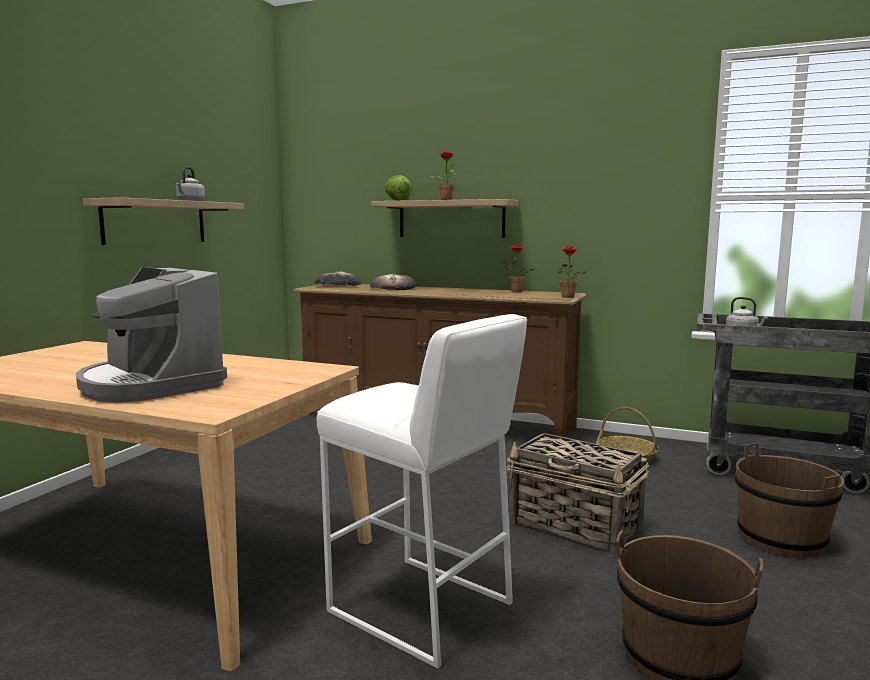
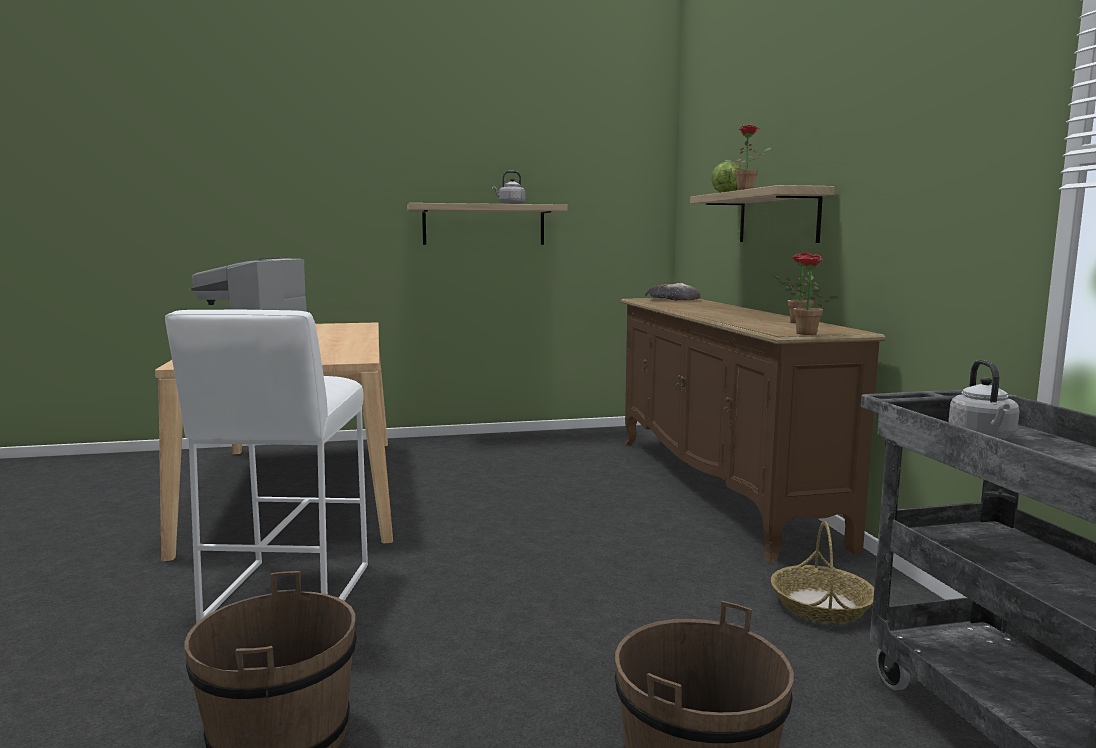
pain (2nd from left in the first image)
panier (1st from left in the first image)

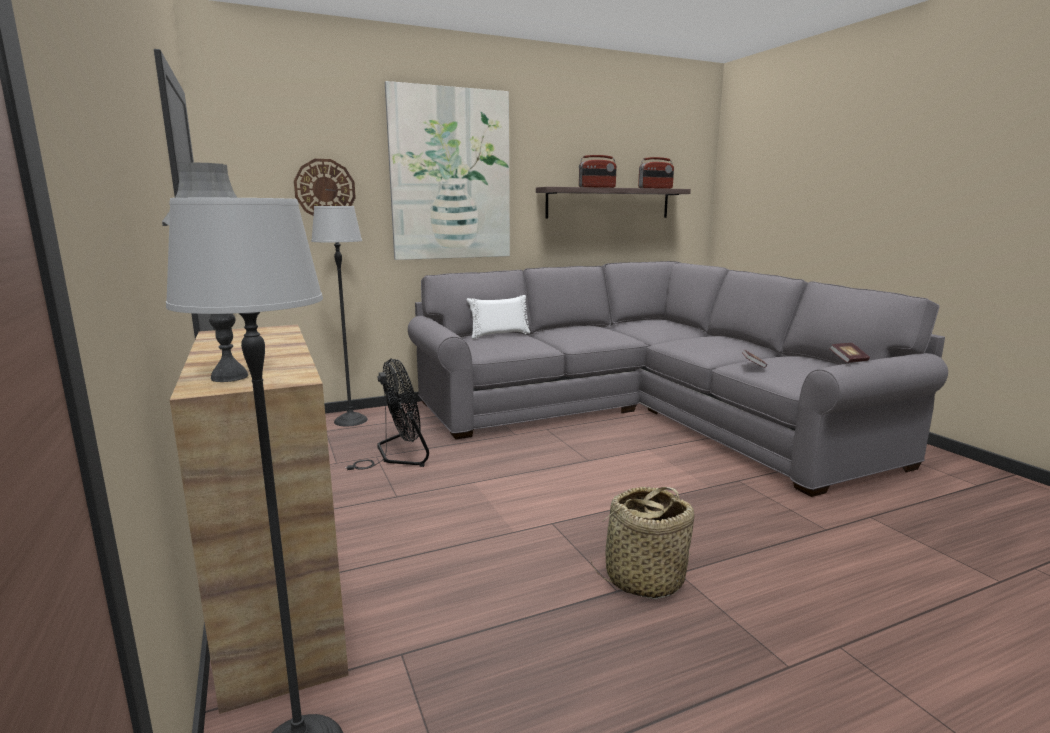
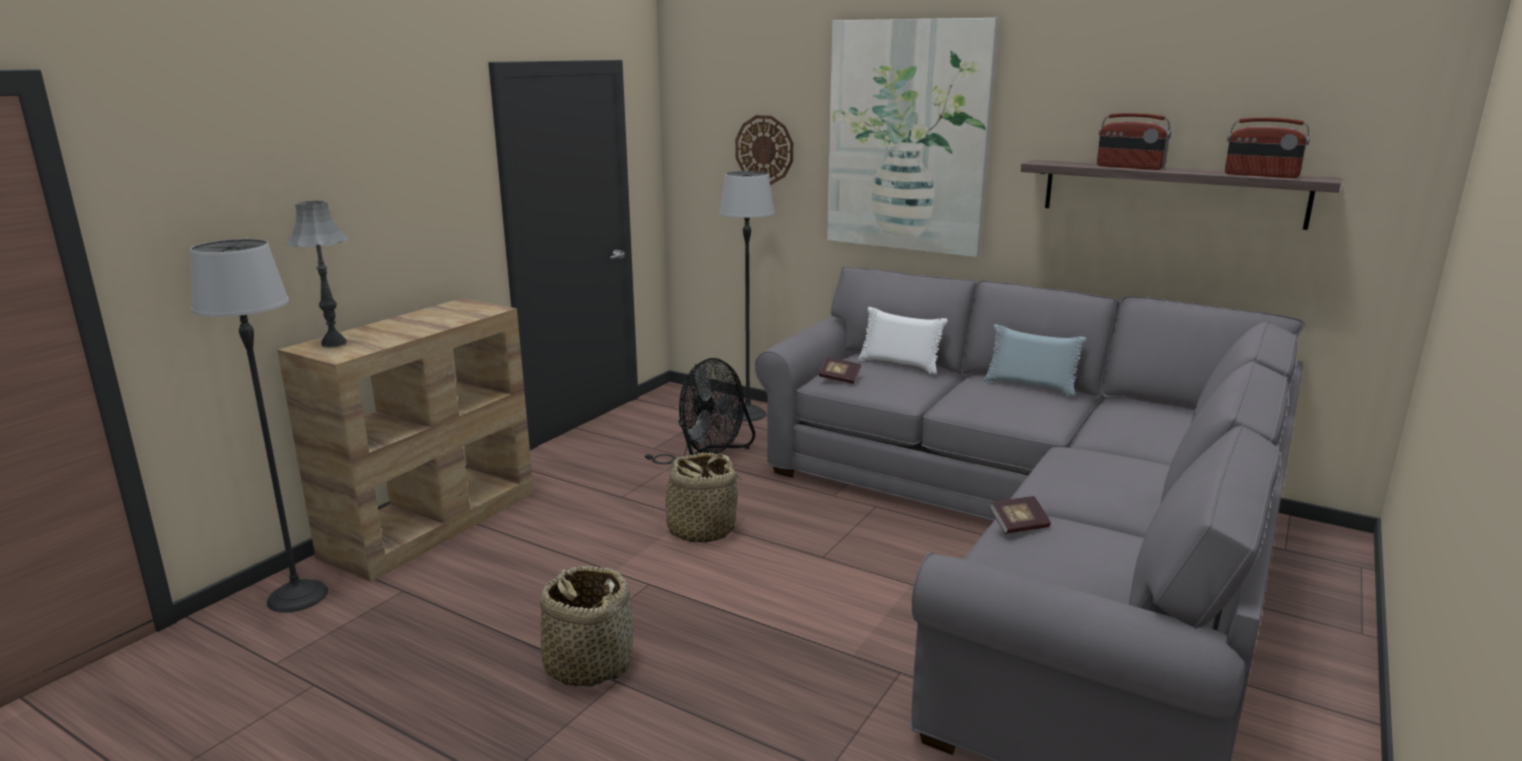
panier (2nd from left)
livre (1st from left)
coussin (bleu)

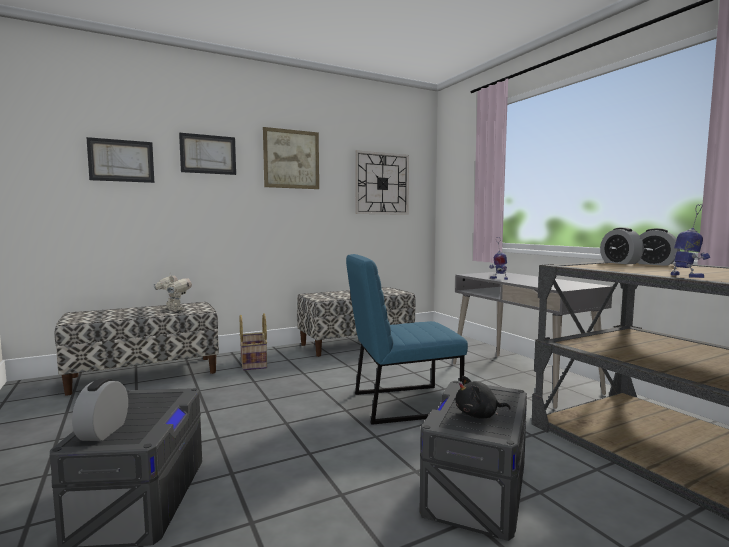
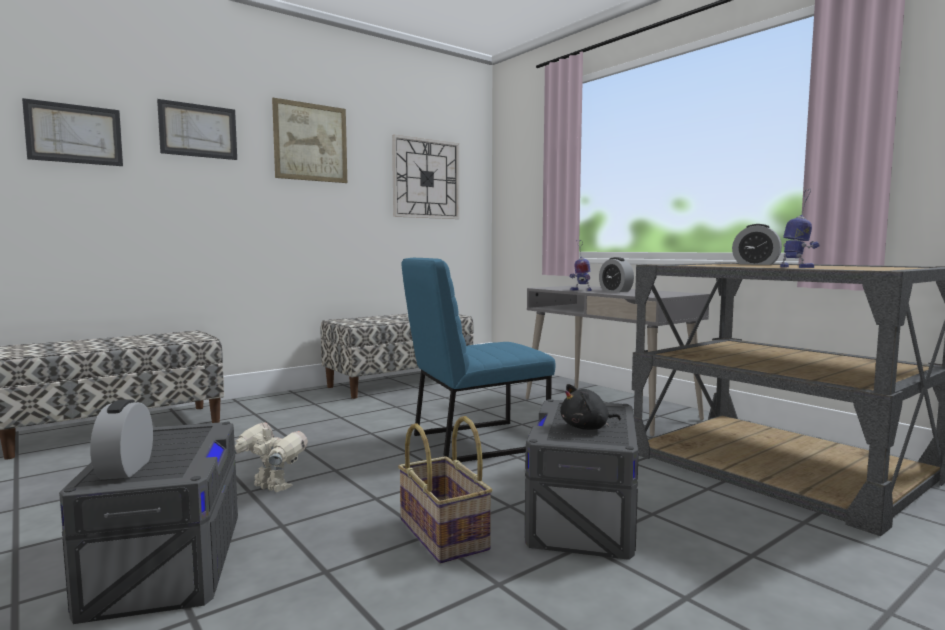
robot jouet (1st from left)
panier
réveil (2nd from left)

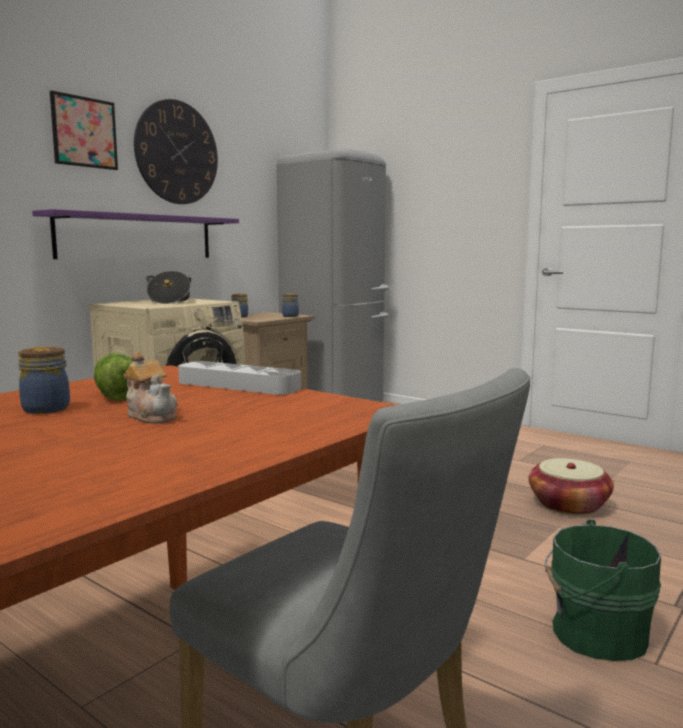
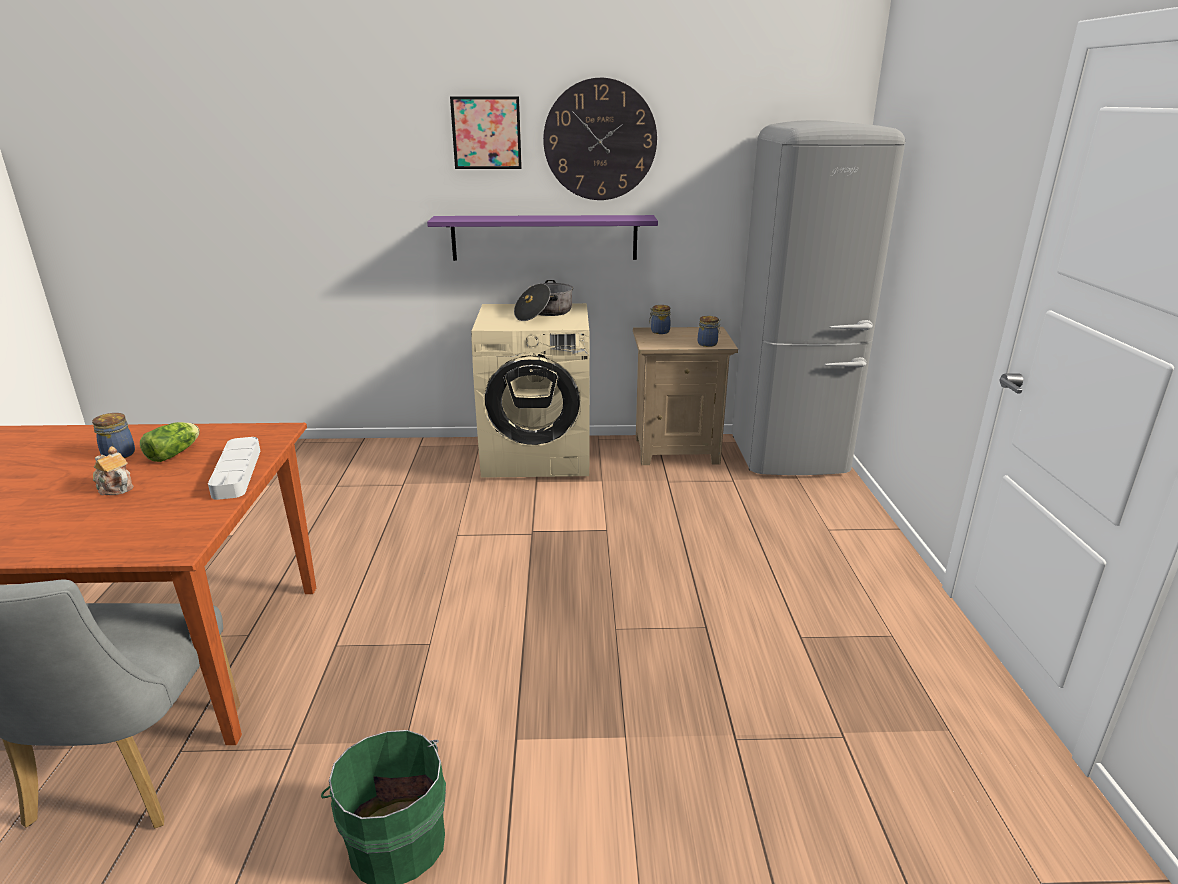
théière
panier

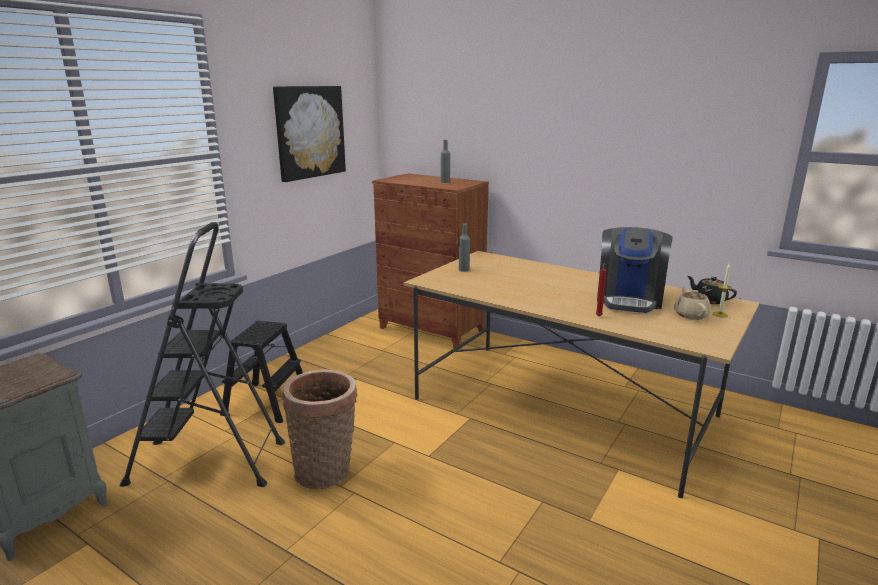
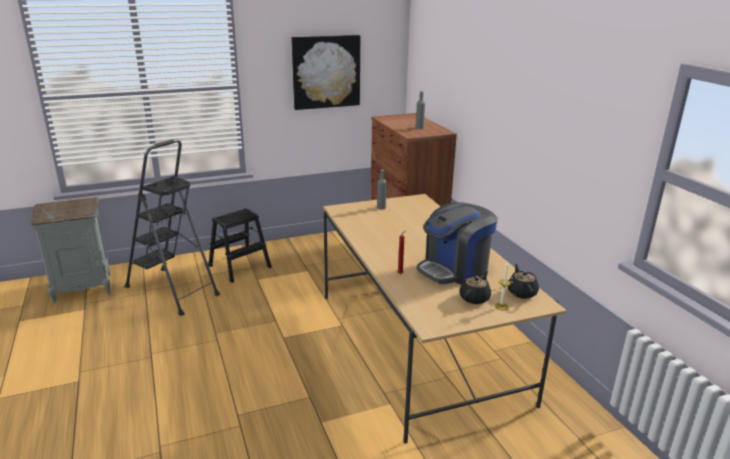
théière (noir) (1st from left)
panier

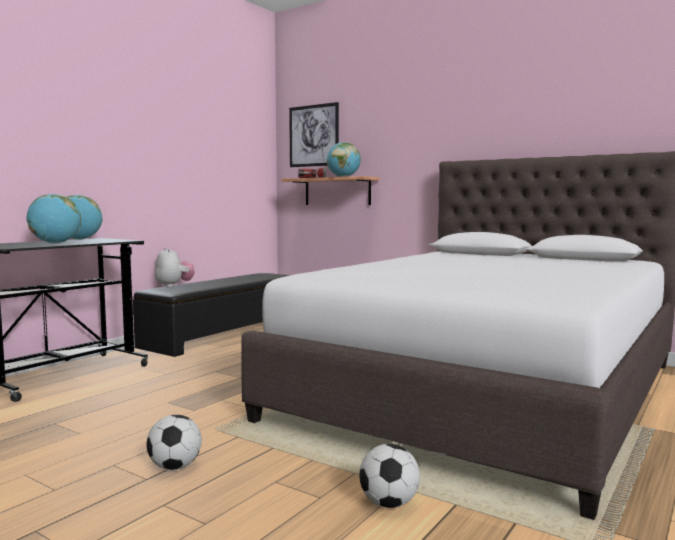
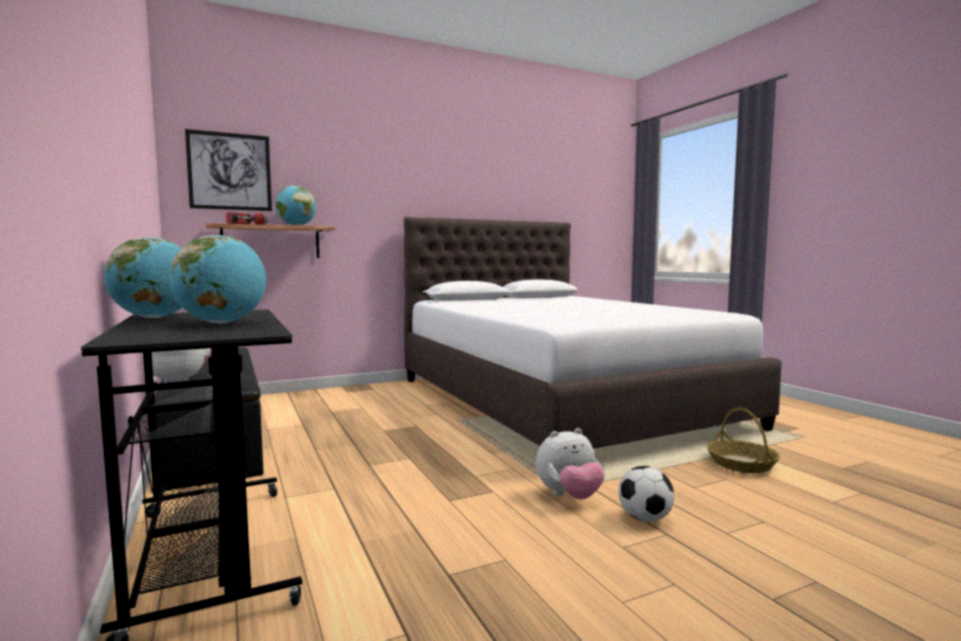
peluche (2nd from left)
panier

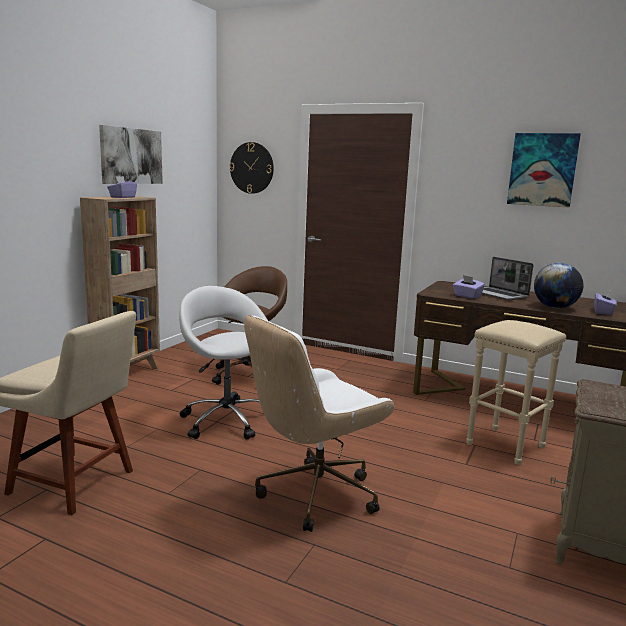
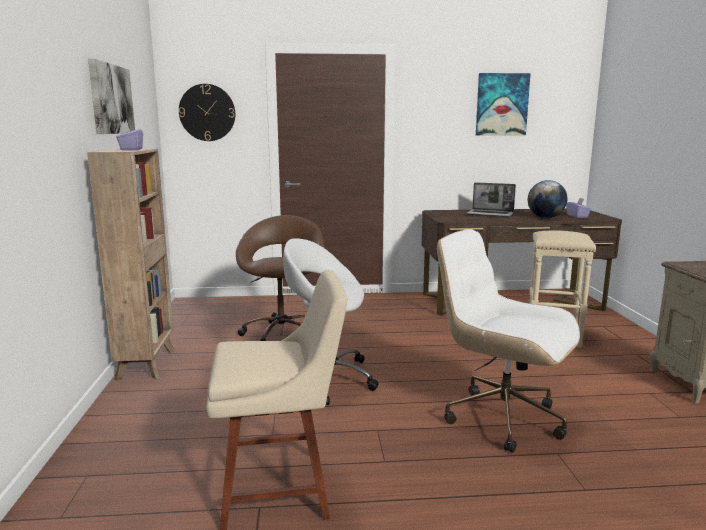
chaise de bureau (blanc) (2nd from left)
boîte à mouchoirs (violet) (2nd from left in the first image)

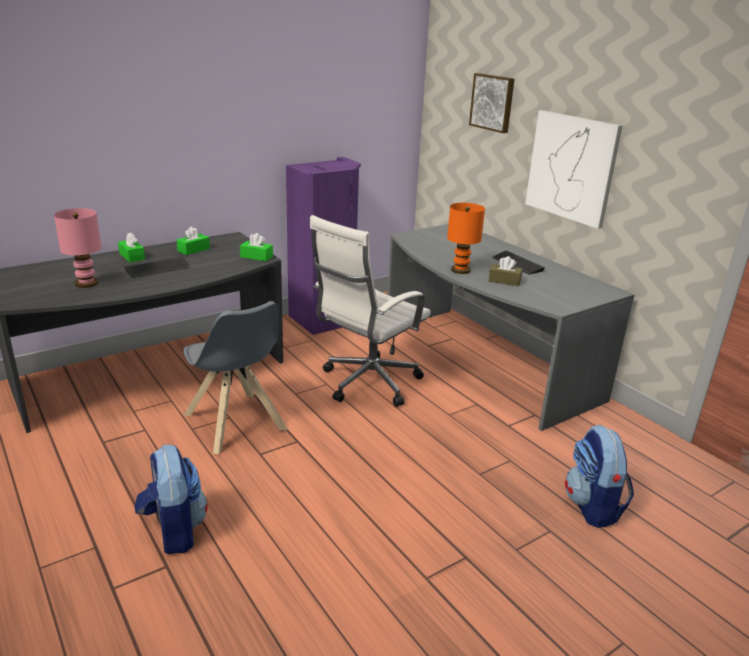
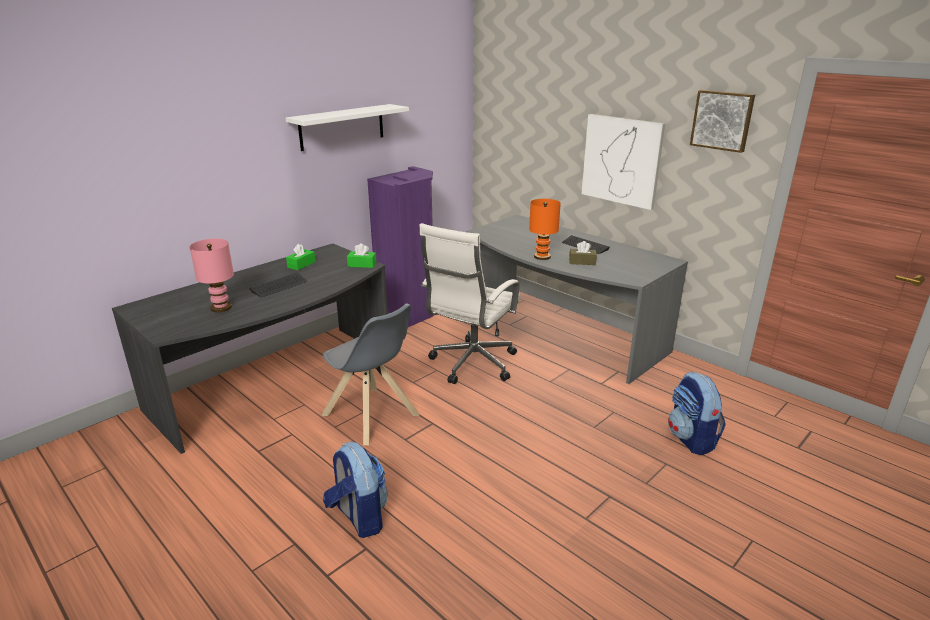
étagère (blanc)
tableau (2nd from left)
boîte à mouchoirs (vert) (1st from left in the first image)

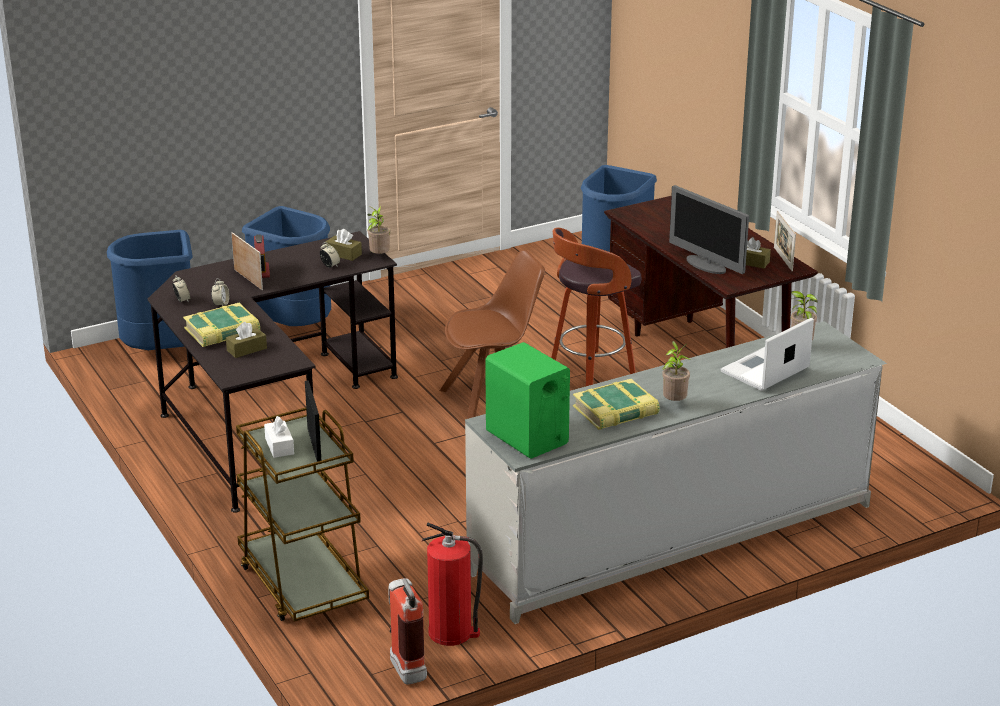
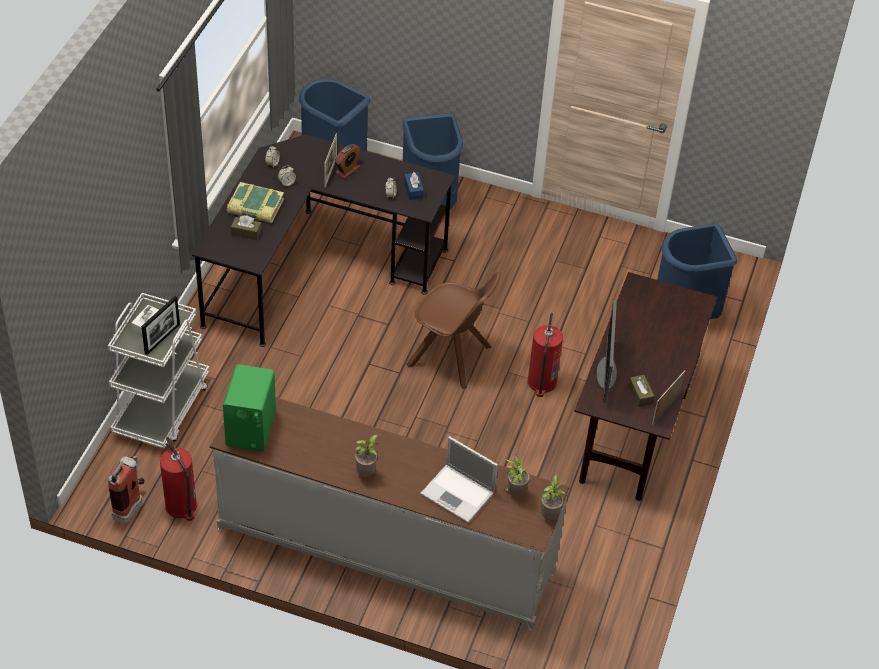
chariot (blanc)
meuble de rangement (marron)
boîte à mouchoirs (bleu)
ordinateur portable
extincteur (3rd from left)
plante en pot (3rd from left)
livre (2nd from left in the first image)

